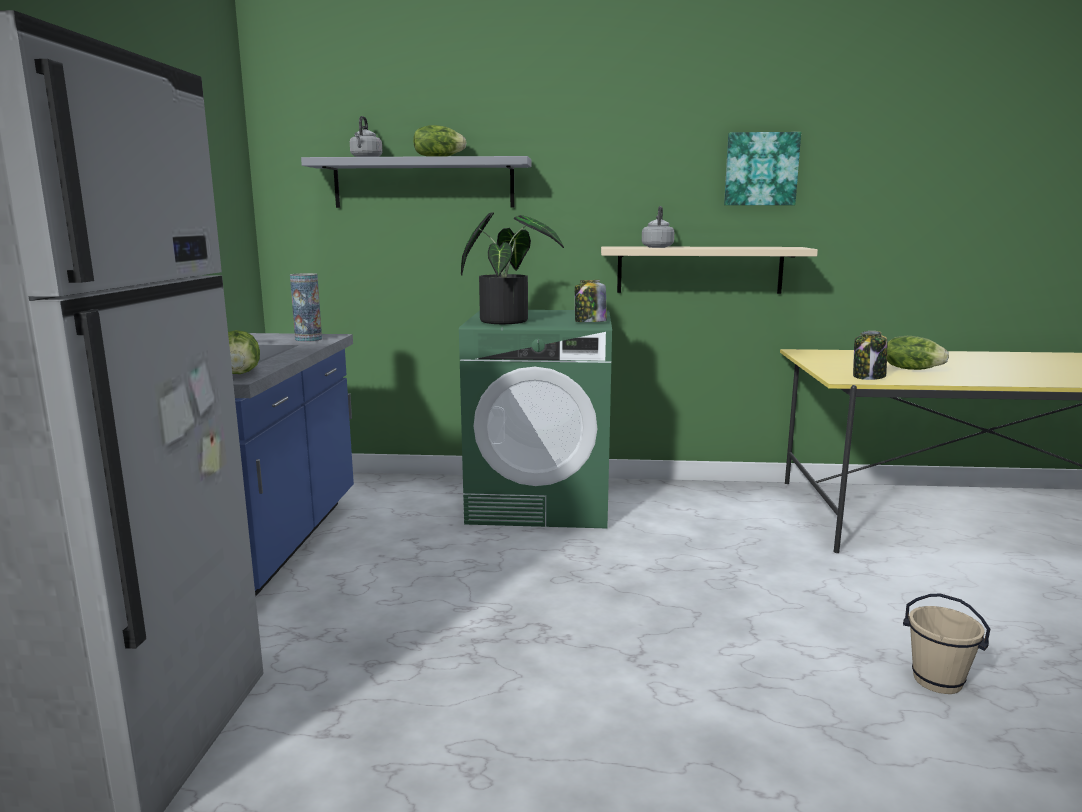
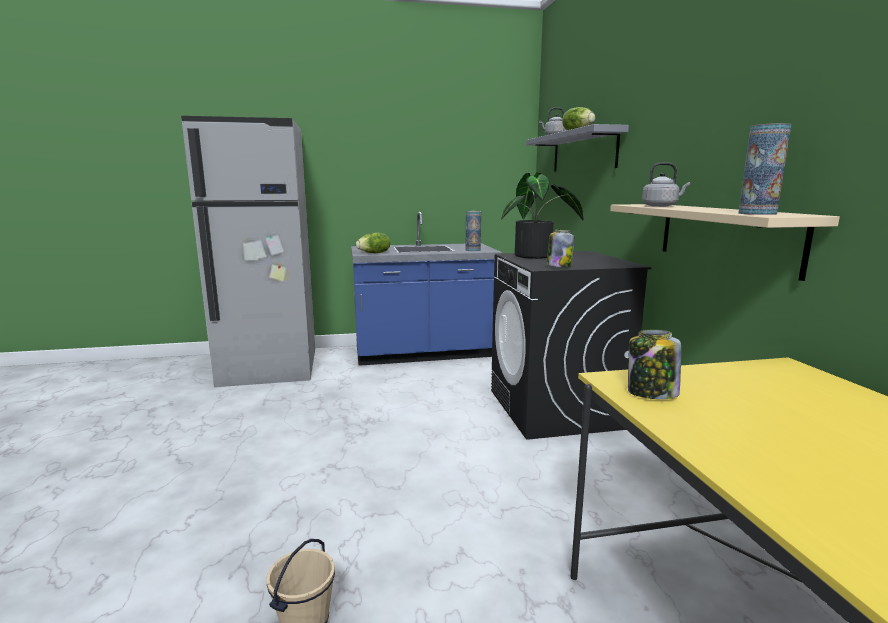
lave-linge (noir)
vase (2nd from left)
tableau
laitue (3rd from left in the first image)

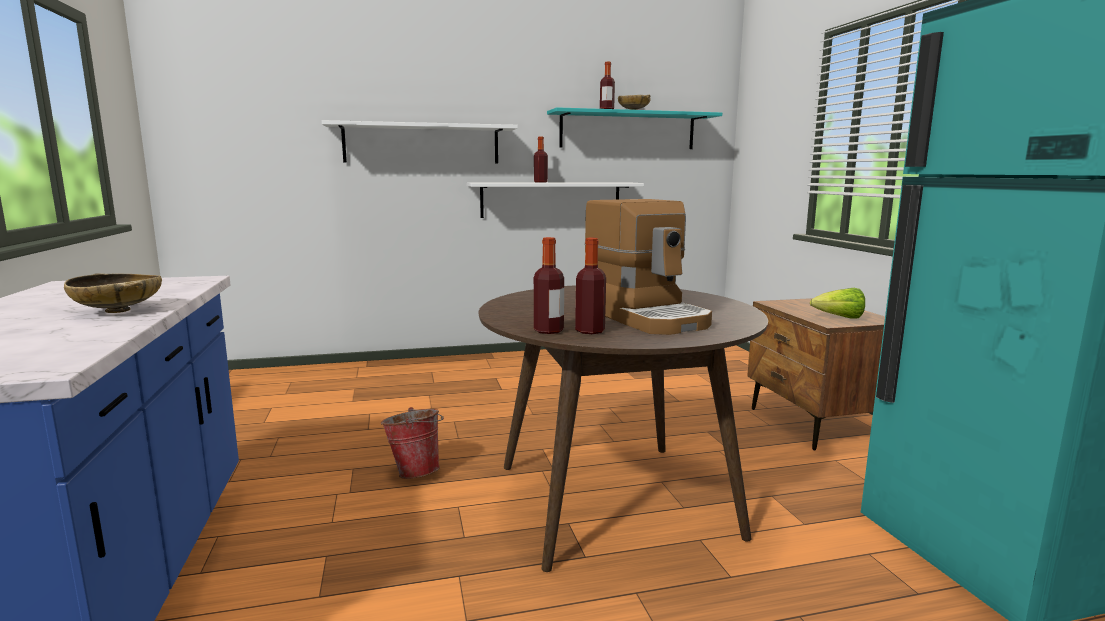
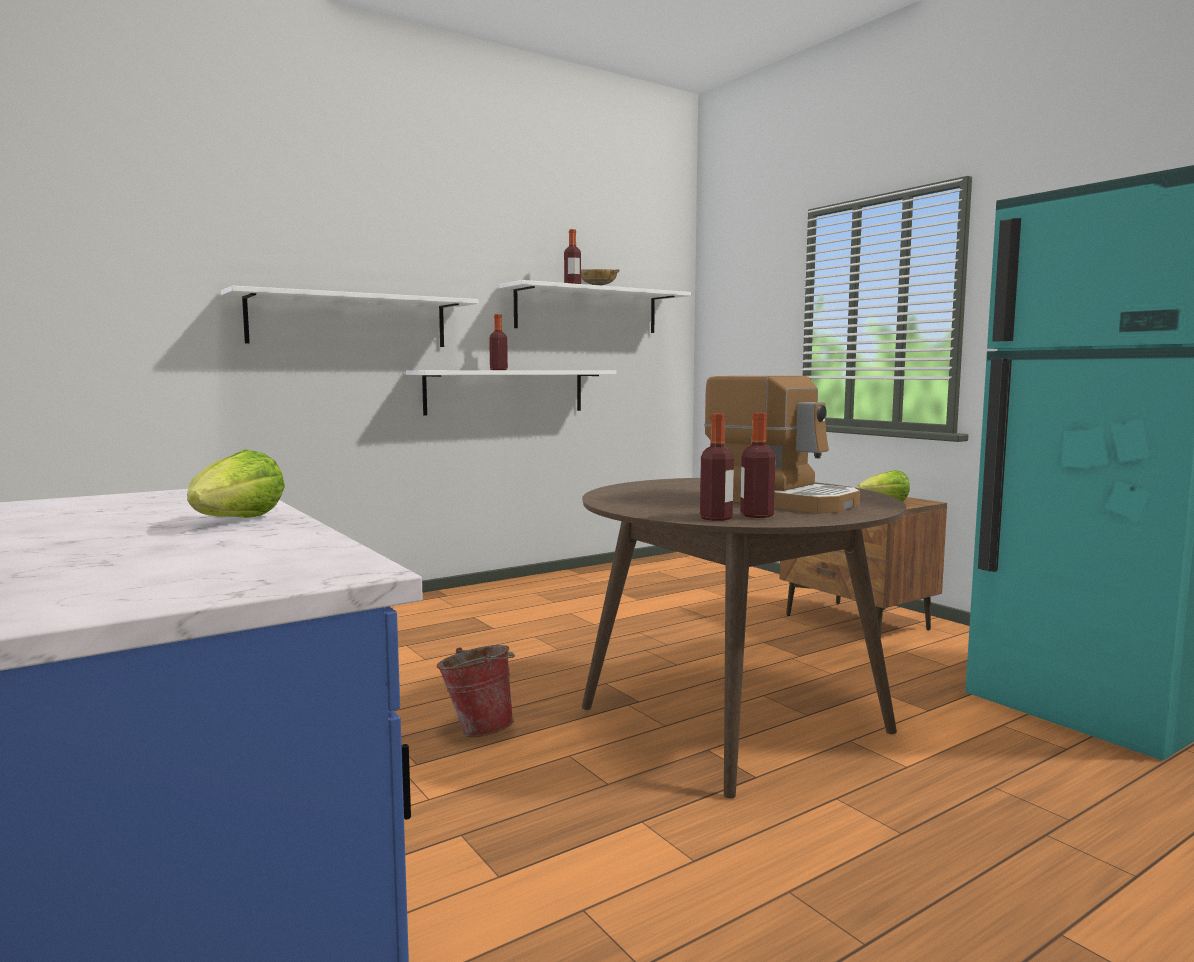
laitue (1st from left)
étagère (blanc) (3rd from left)

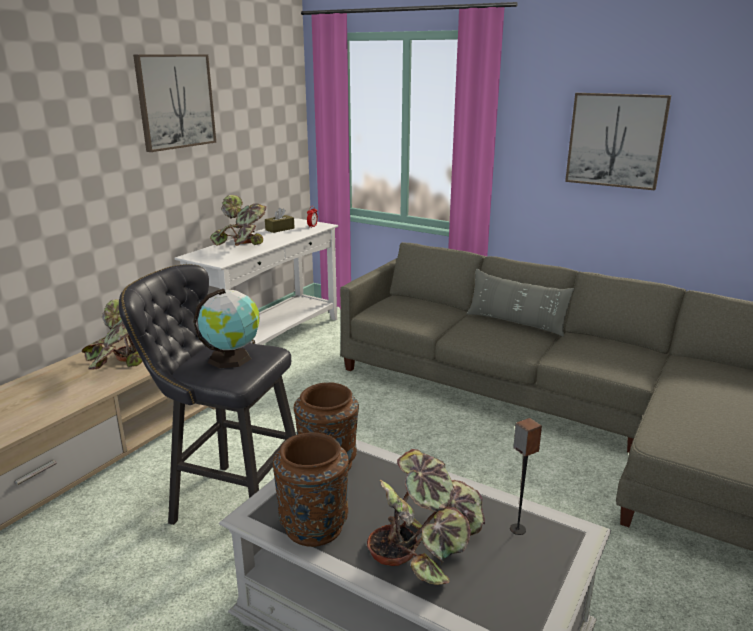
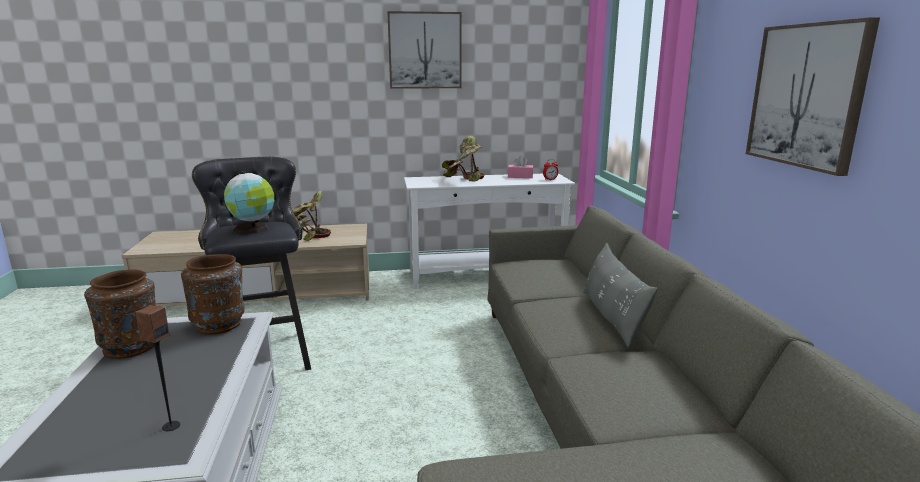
boîte à mouchoirs (rose)
plante en pot (3rd from left in the first image)

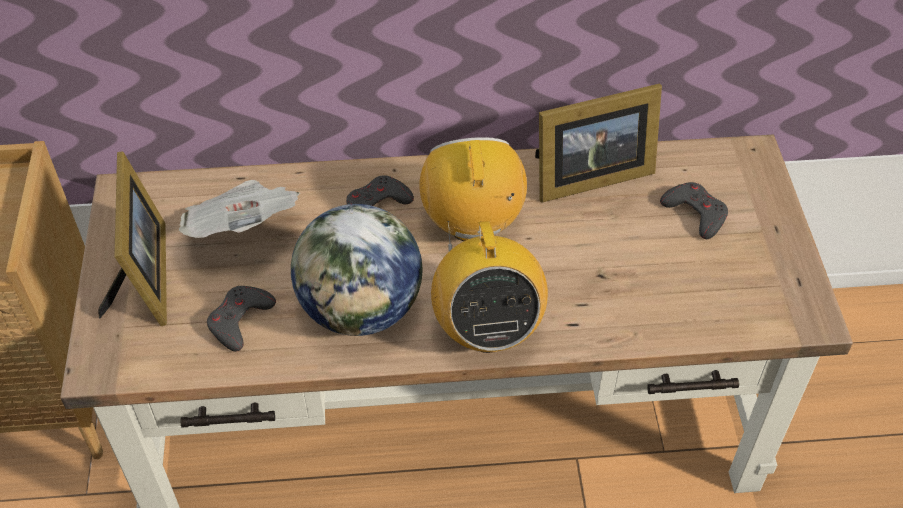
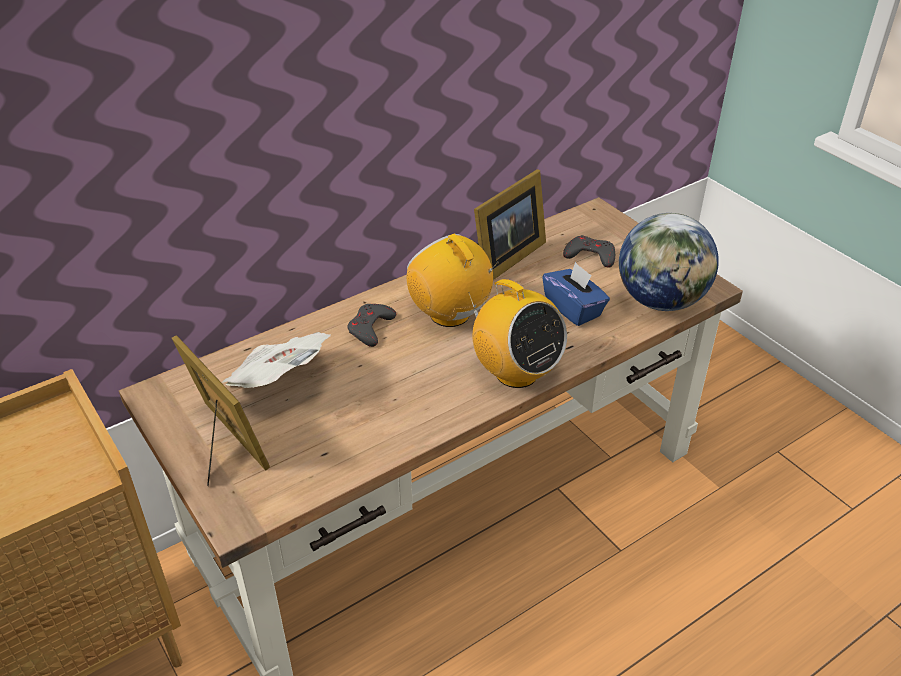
boîte à mouchoirs (bleu)
globe
manette (gris) (1st from left in the first image)

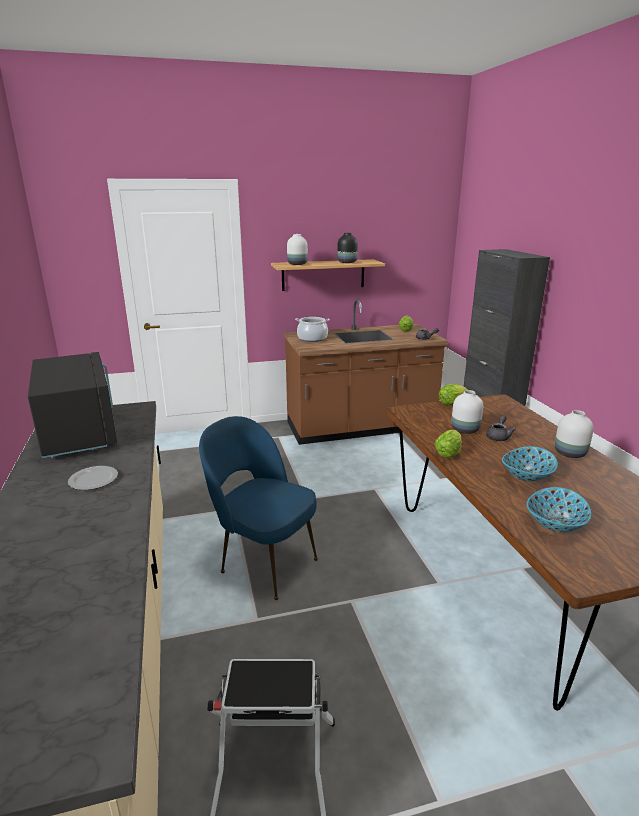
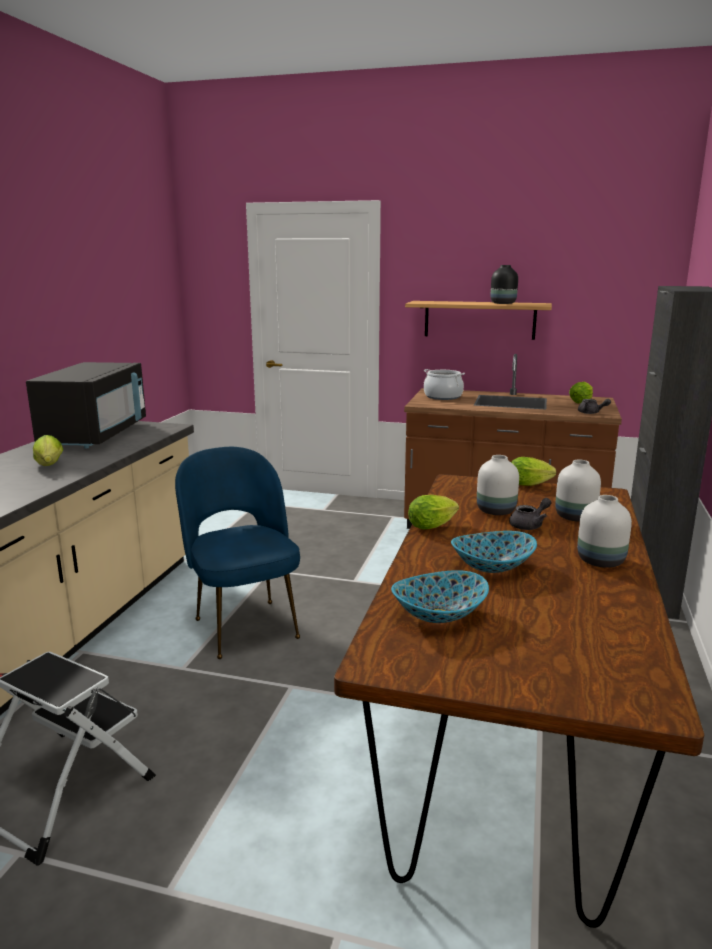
laitue (1st from left)
vase (blanc) (2nd from left)

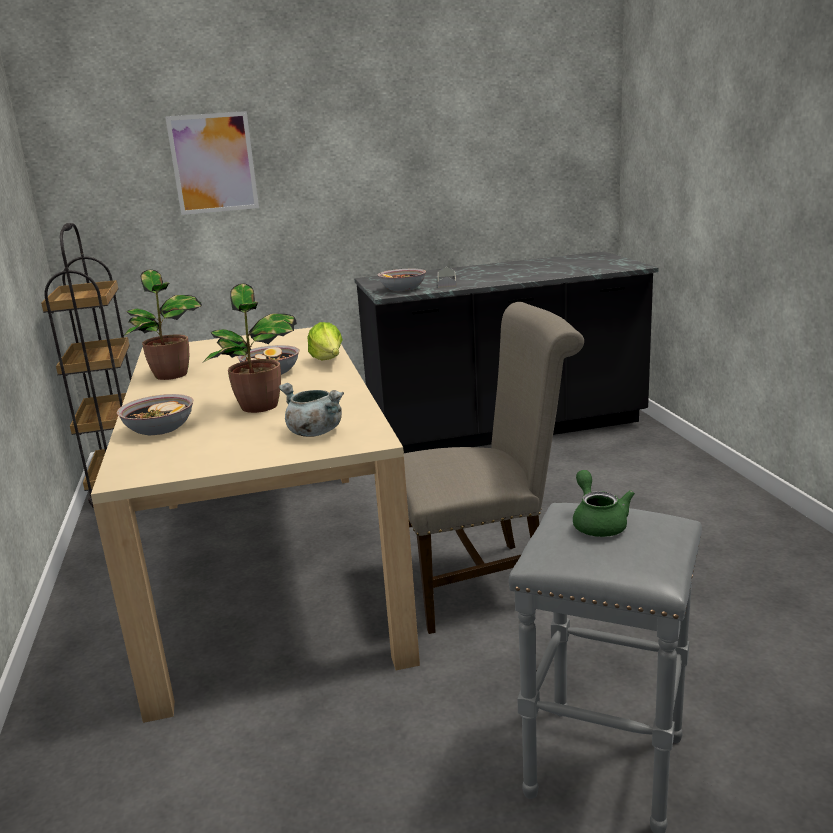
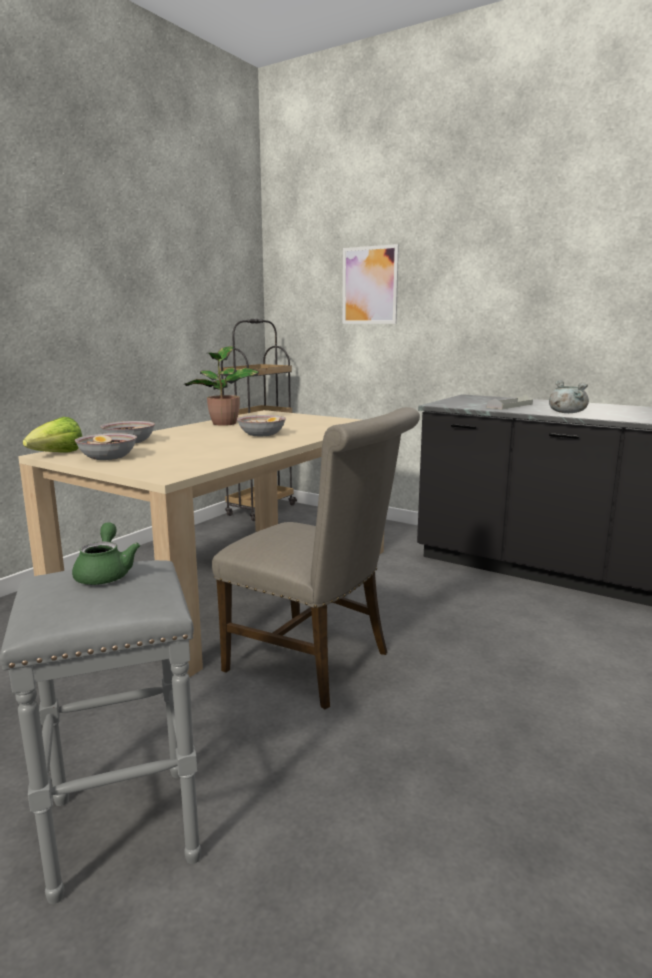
laitue
théière (vert)
bol (1st from left)
marmite (gris)
plante en pot (2nd from left in the first image)

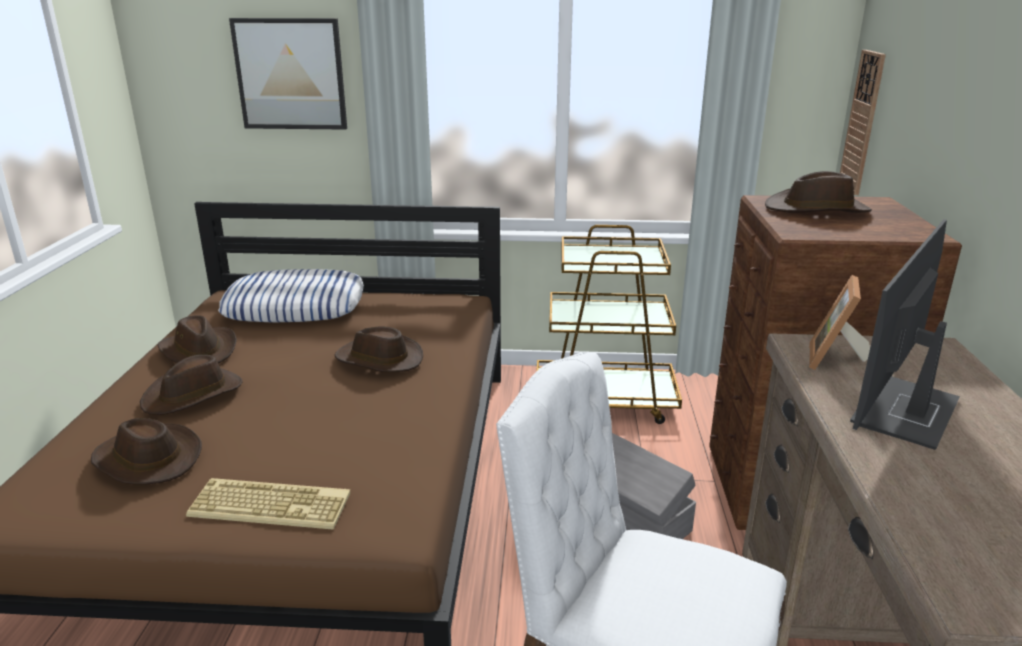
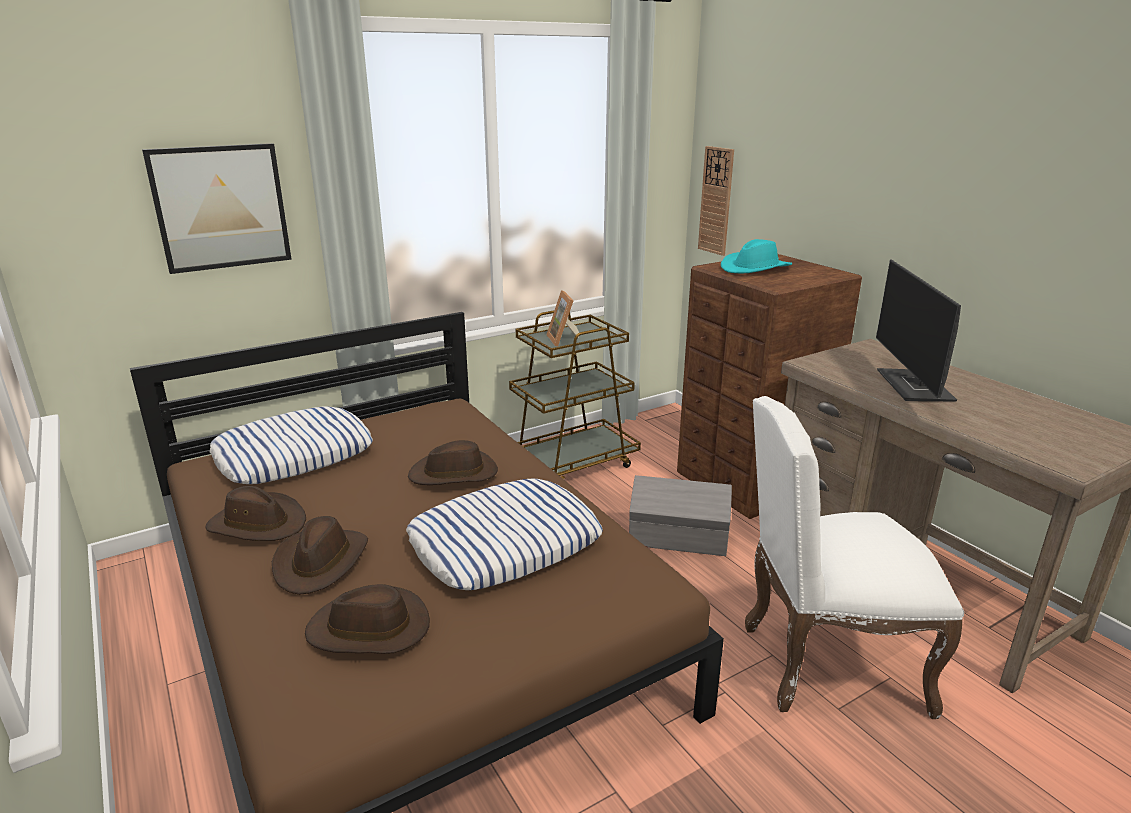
coussin (2nd from left)
cadre photo
chapeau (turquoise)
clavier

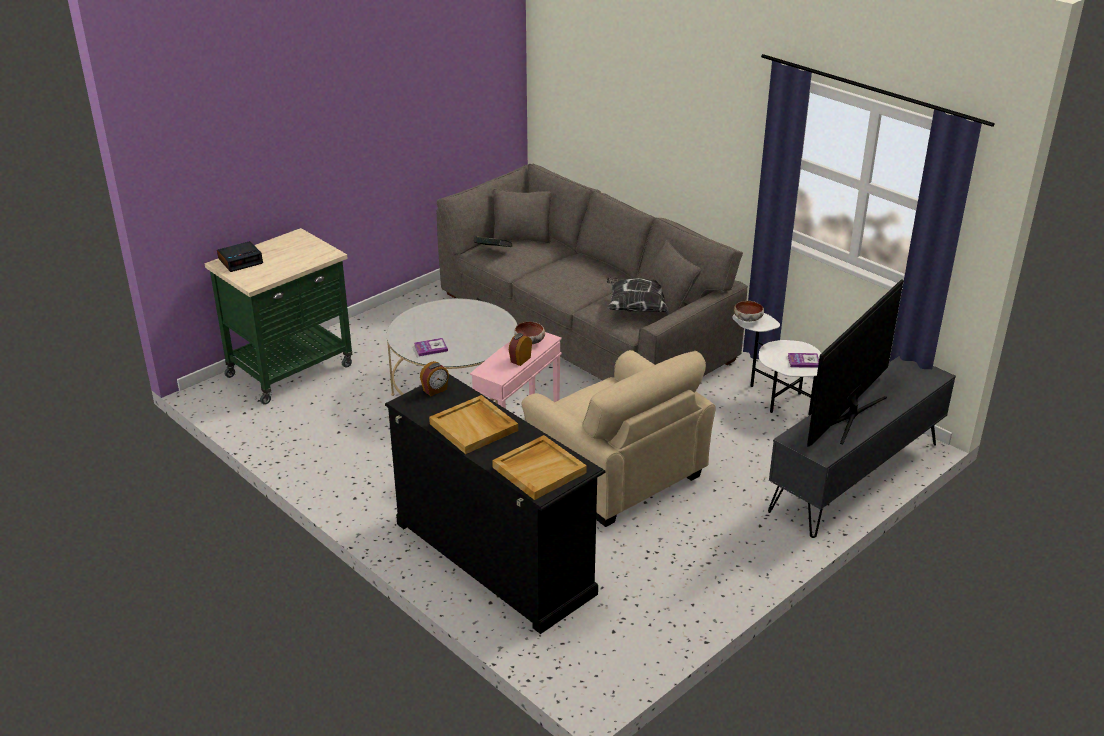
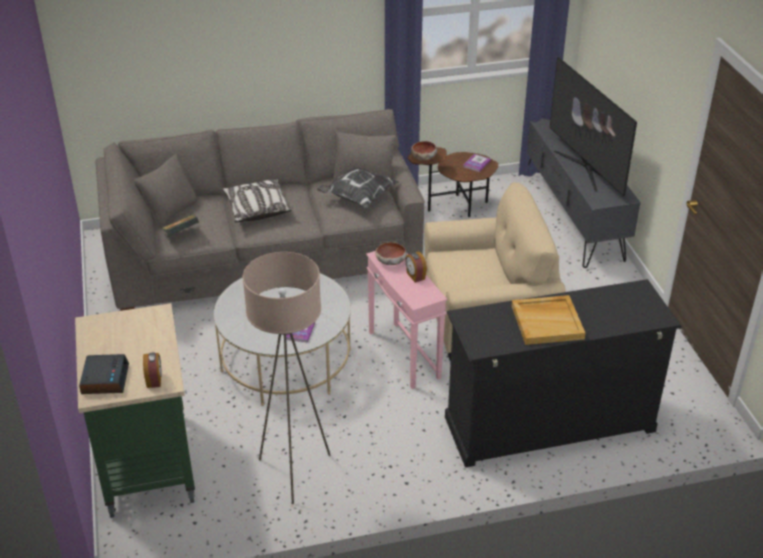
réveil (2nd from left)
coussin (1st from left)
lampadaire (beige)
table d'appoint (marron)
plateau (beige) (2nd from left in the first image)

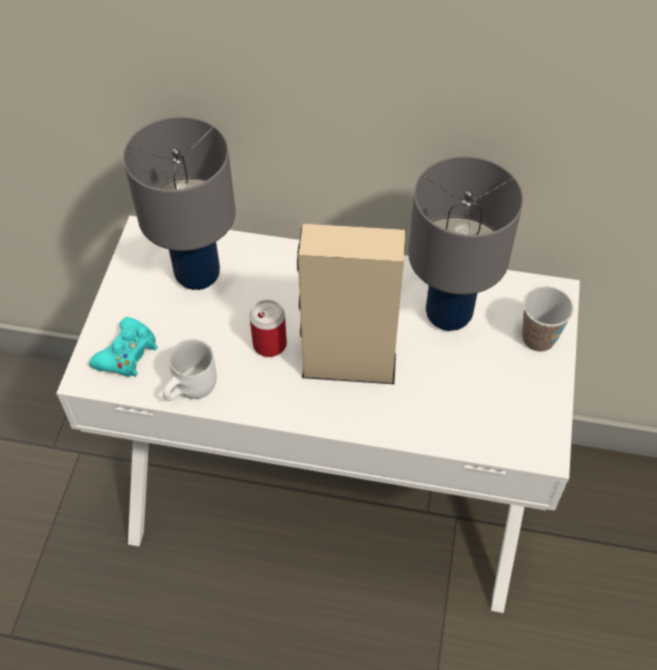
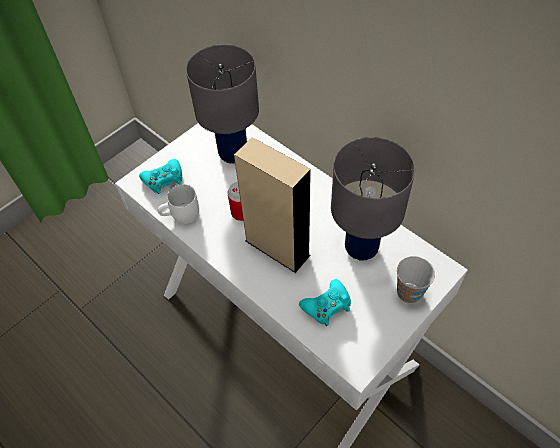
manette (turquoise) (2nd from left)

